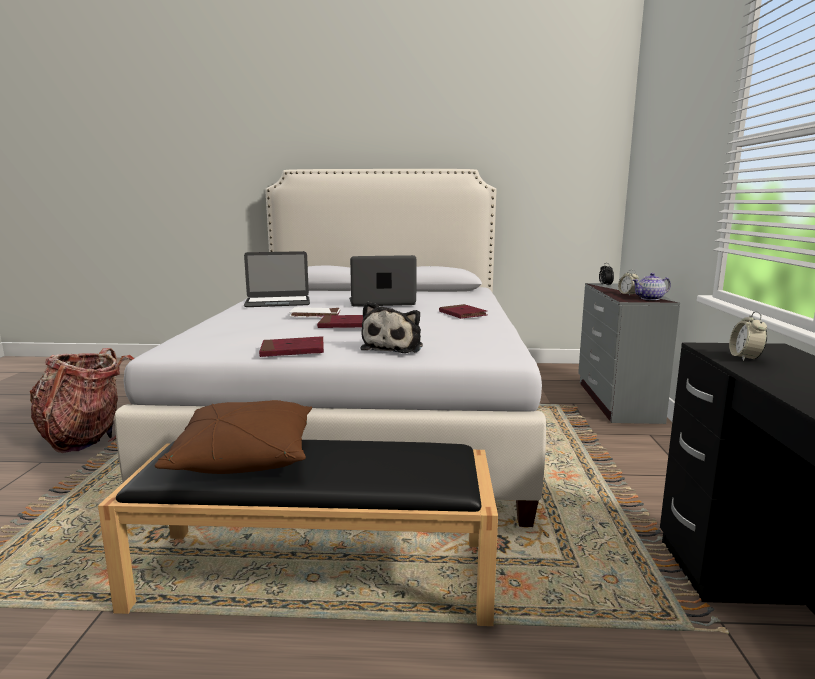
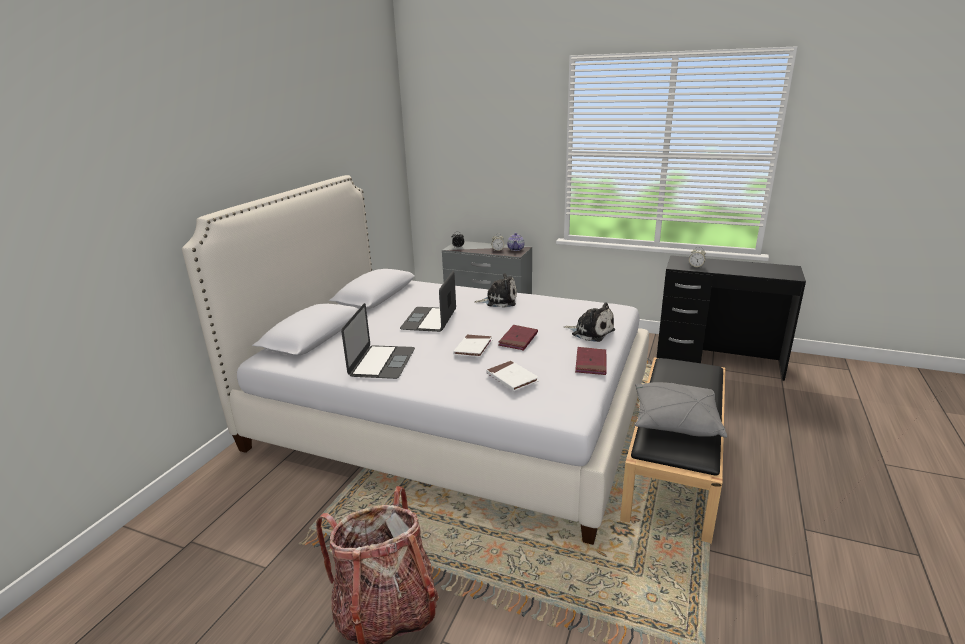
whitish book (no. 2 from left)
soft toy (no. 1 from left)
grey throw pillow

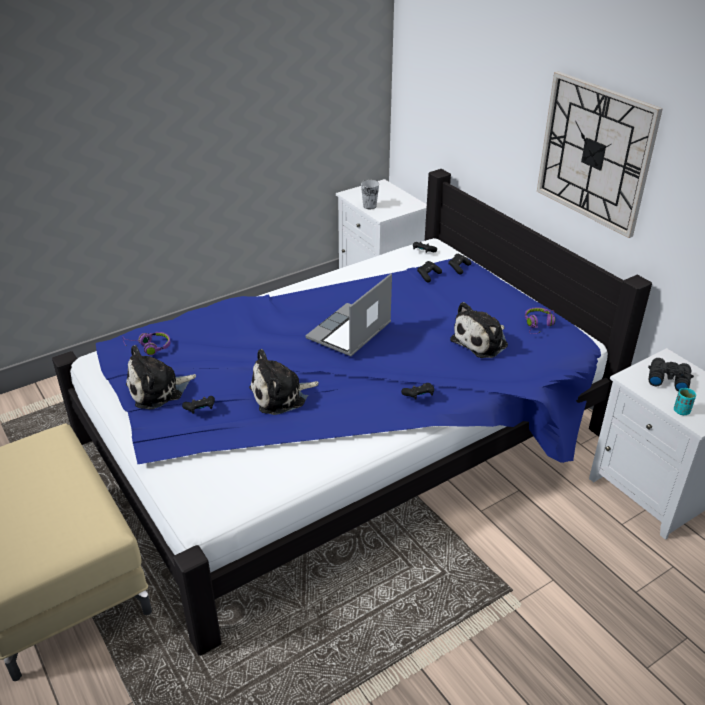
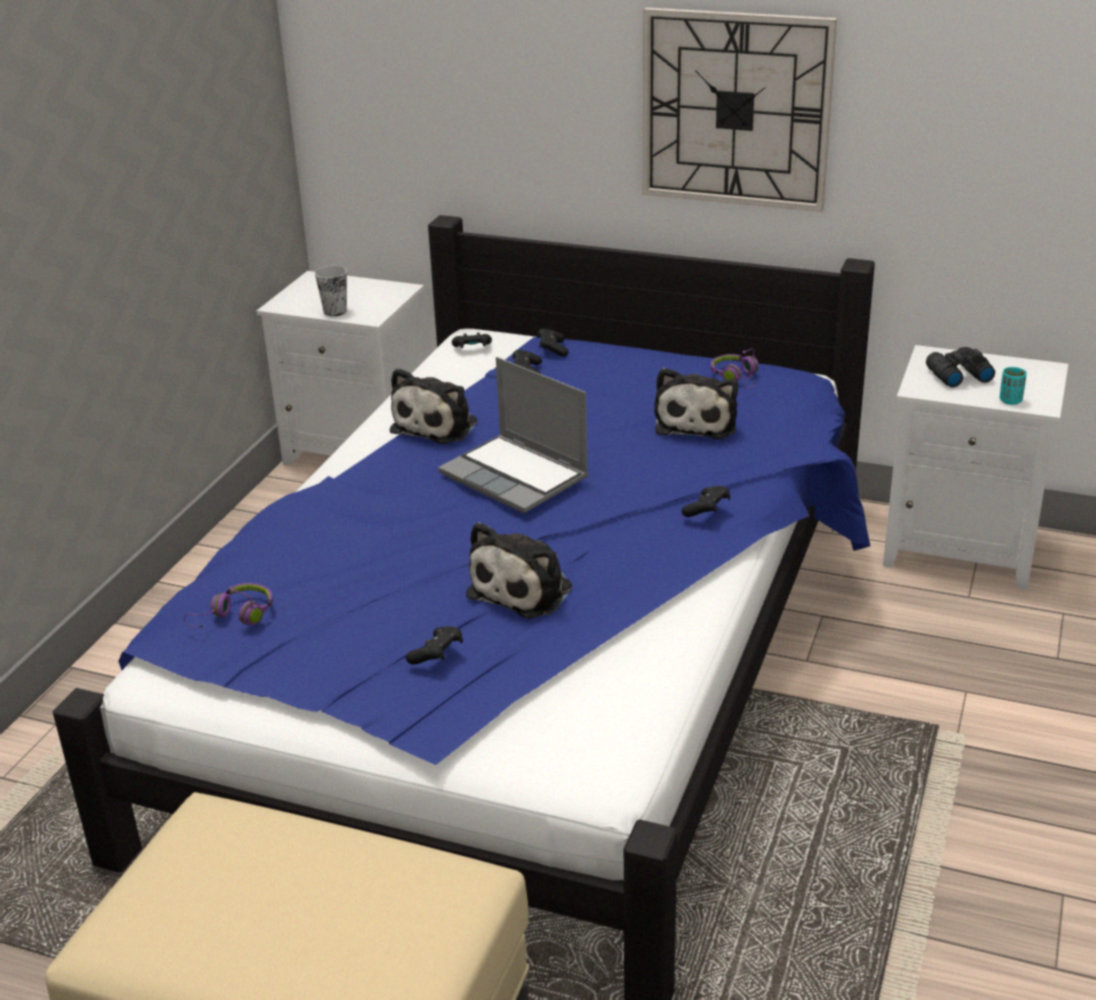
soft toy (no. 1 from left)
notebook computer

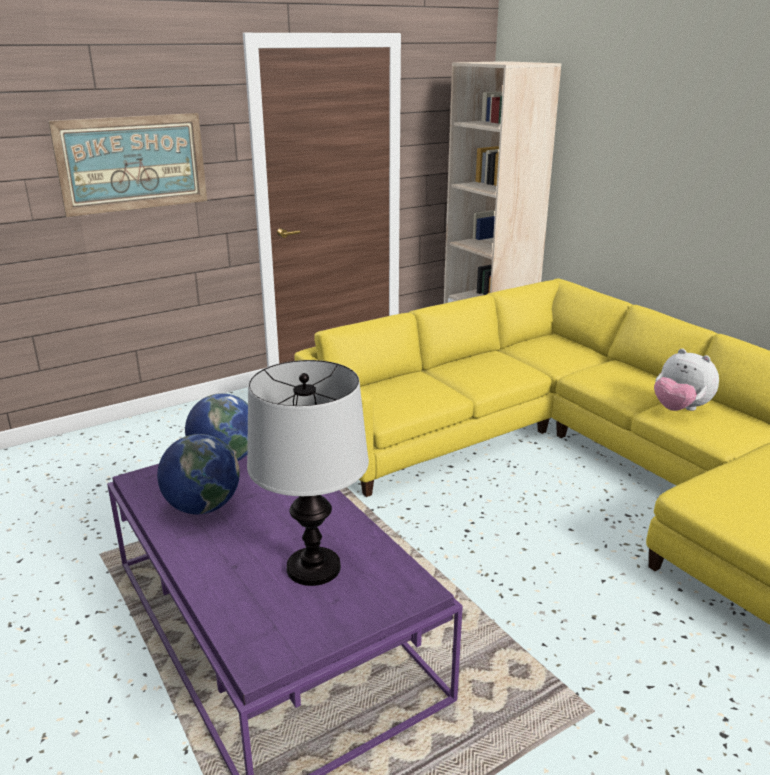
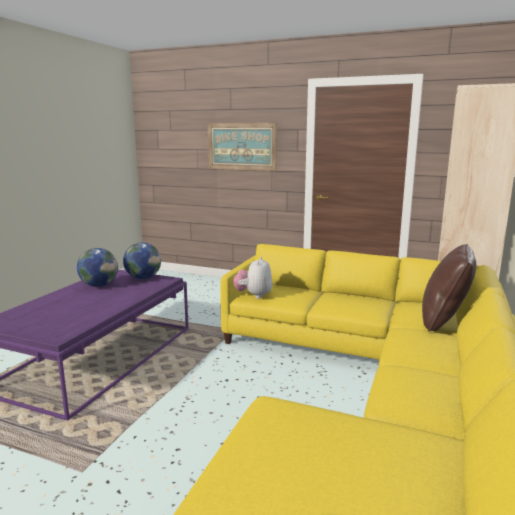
tabletop lamp
brown throw pillow
soft toy

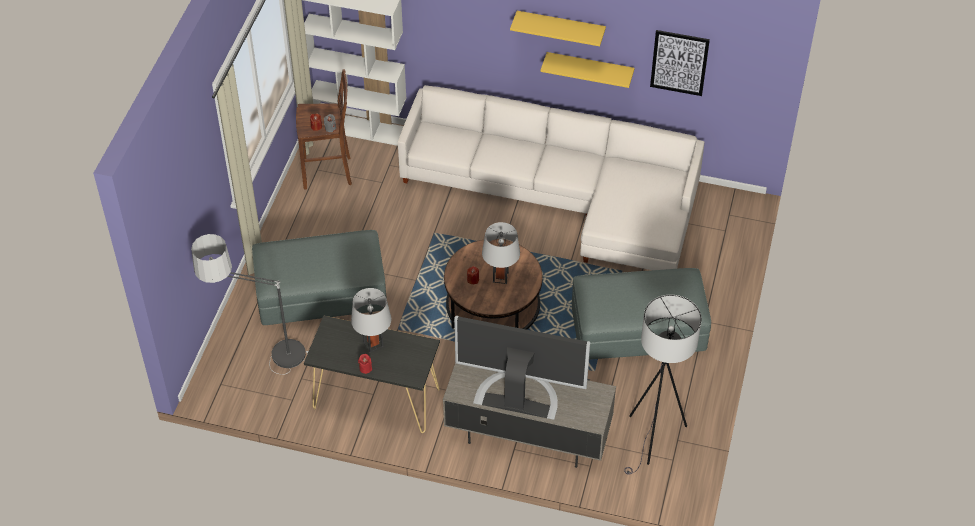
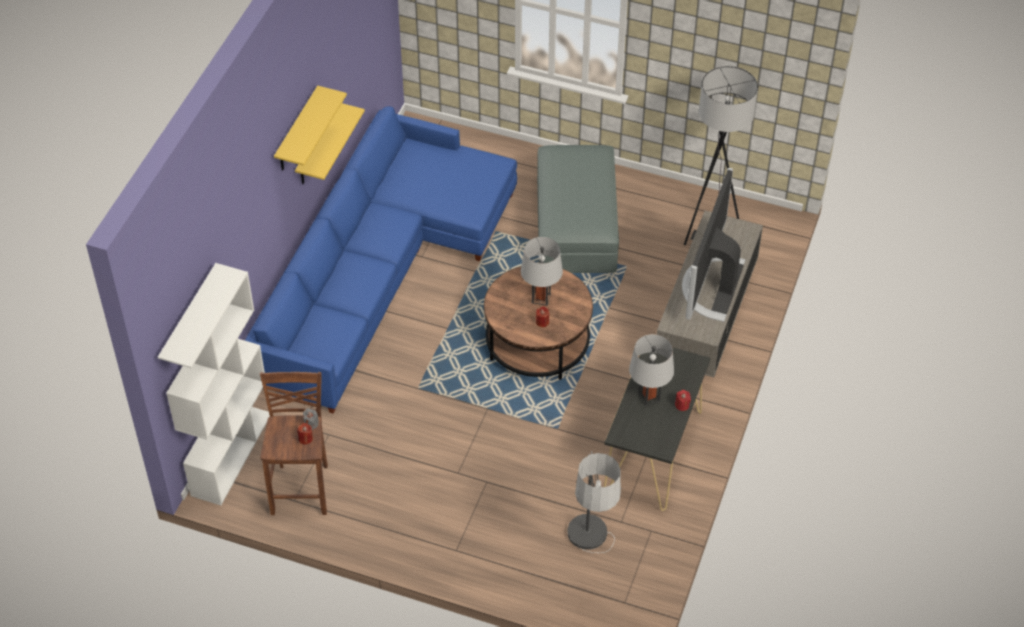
grey ottoman (no. 1 from left in the first image)
wall picture
blue sofa

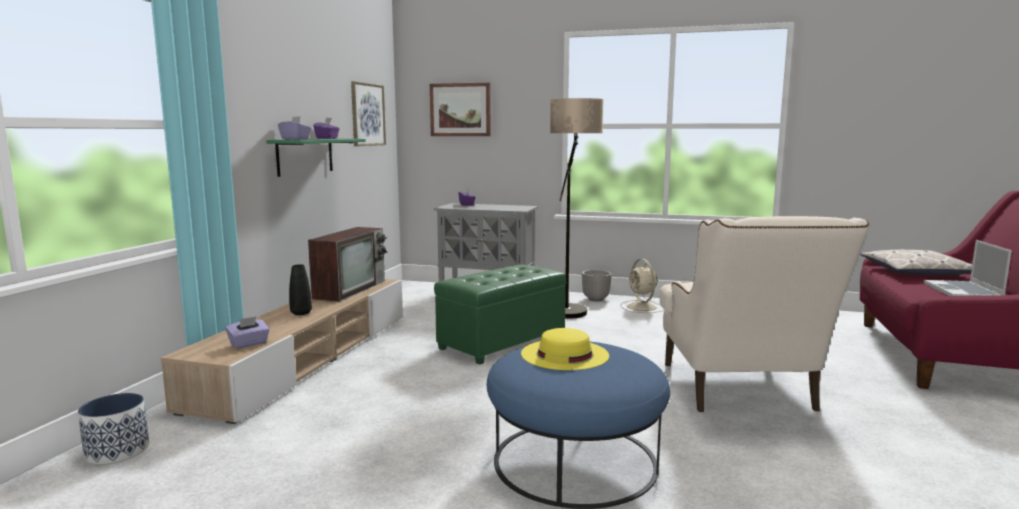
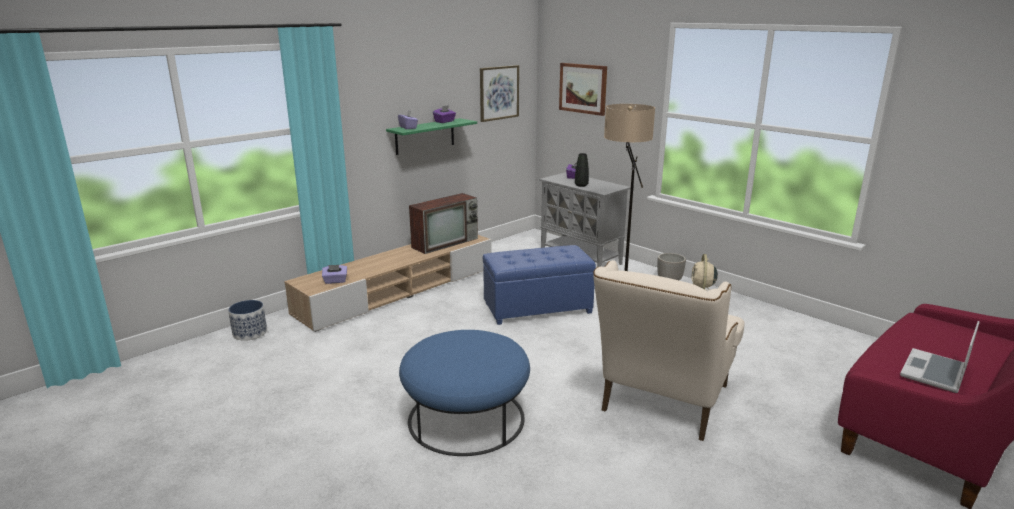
yellow wearable hat
throw pillow
black-coloured flower vase
blue ottoman (no. 2 from left)

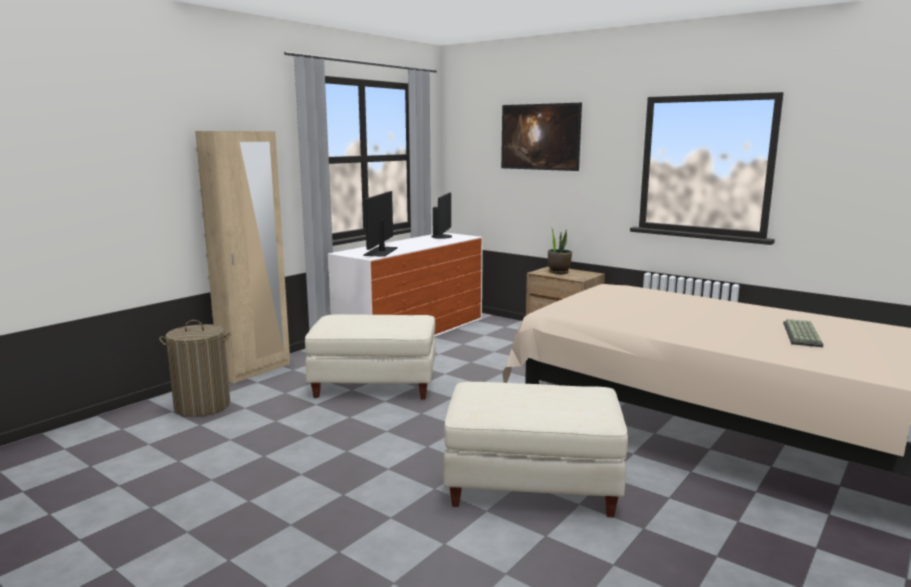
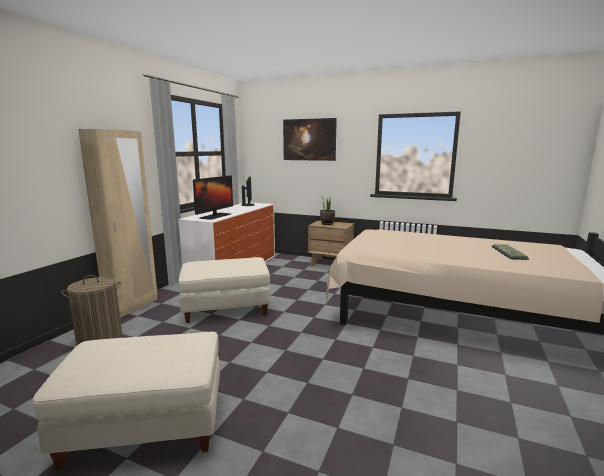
beige ottoman (no. 1 from left)
computer display (no. 1 from left)

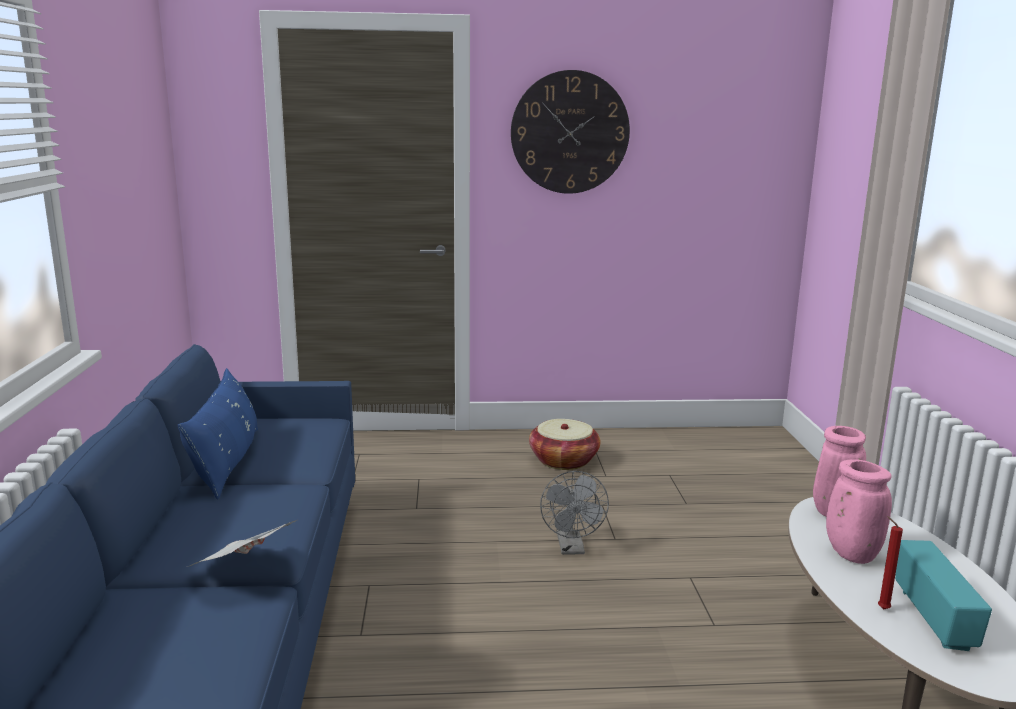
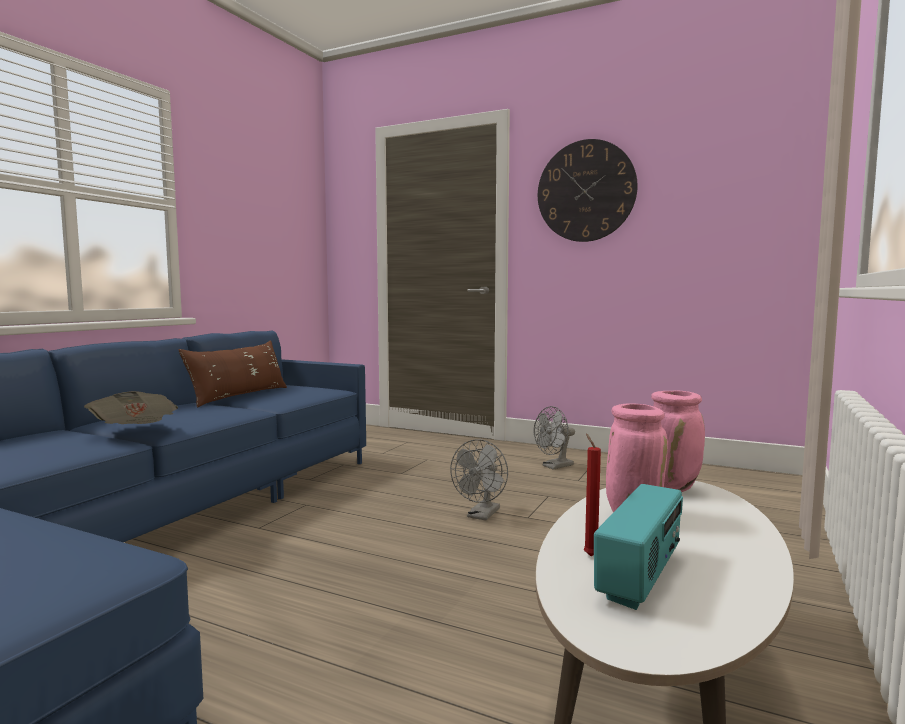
grey electric fan (no. 2 from left)
brown throw pillow

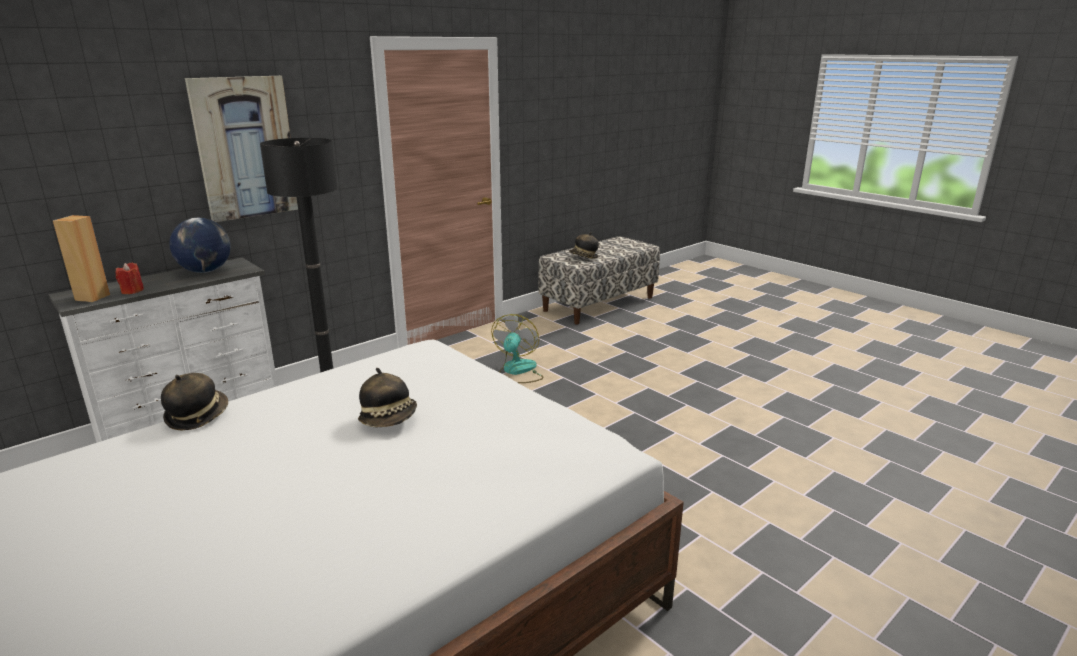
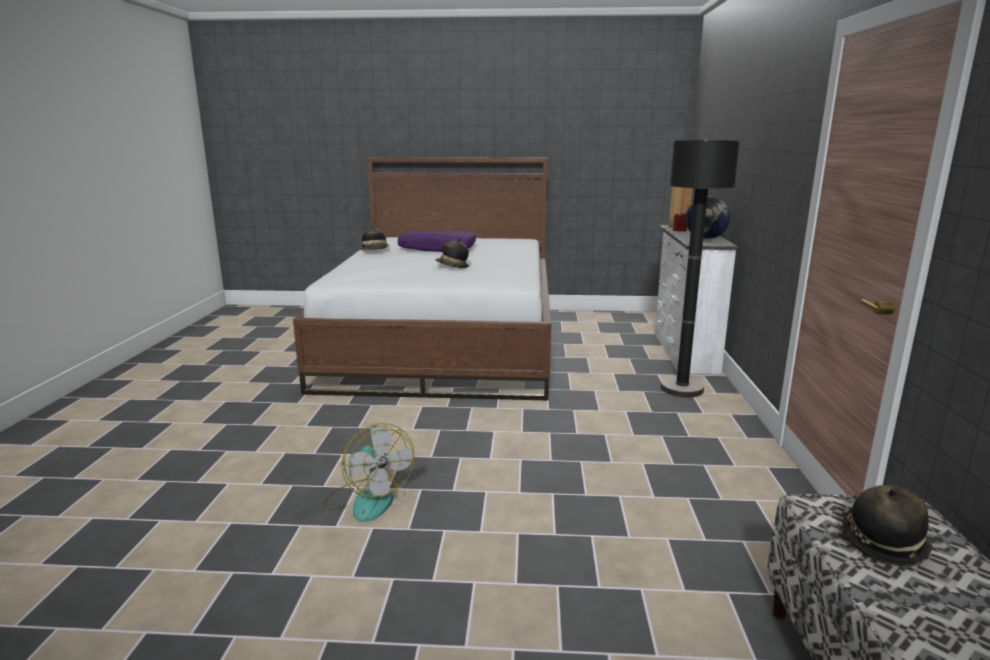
wall picture
purple-coloured throw pillow
wearable hat (no. 1 from left)
electric fan

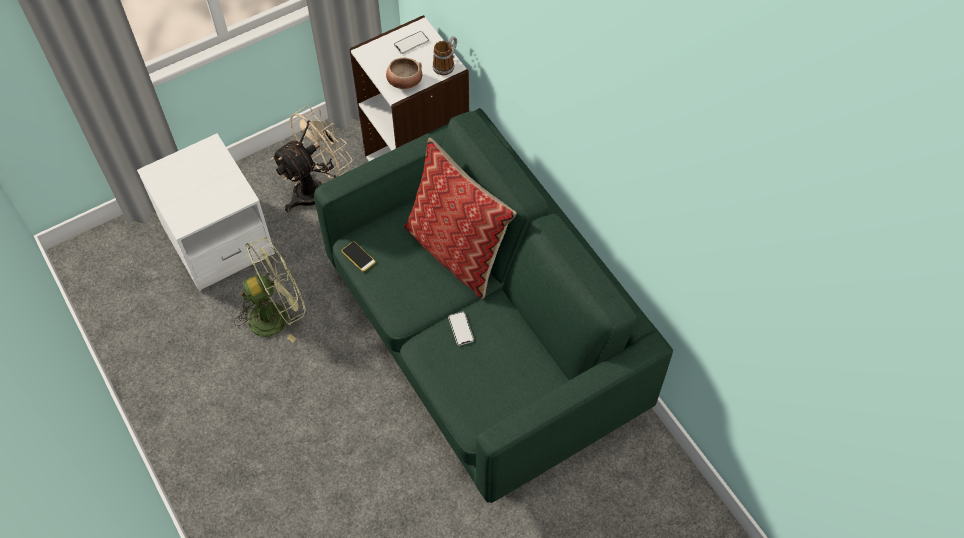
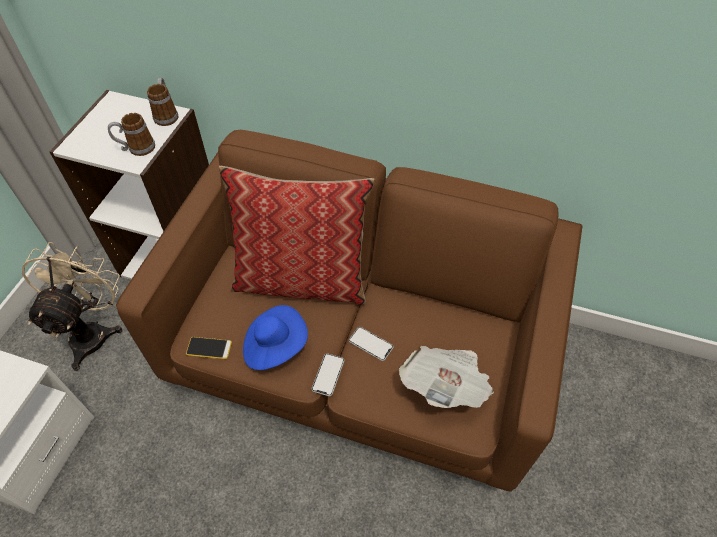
greenish electric fan
blue wearable hat
daily paper
handset (no. 2 from left)
mug (no. 1 from left)
brown sofa

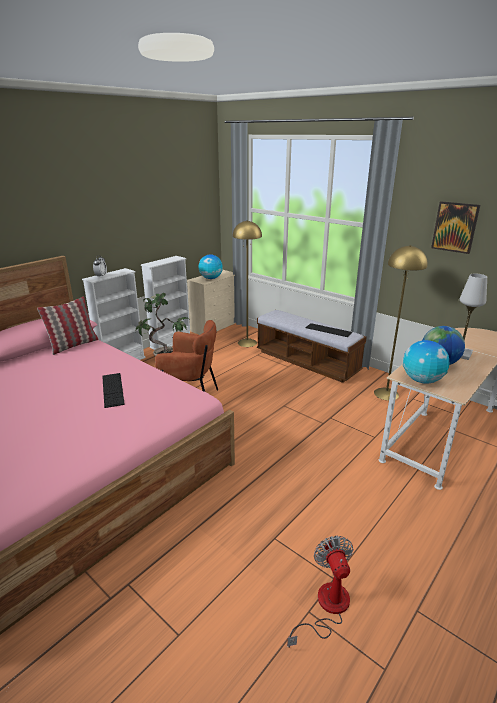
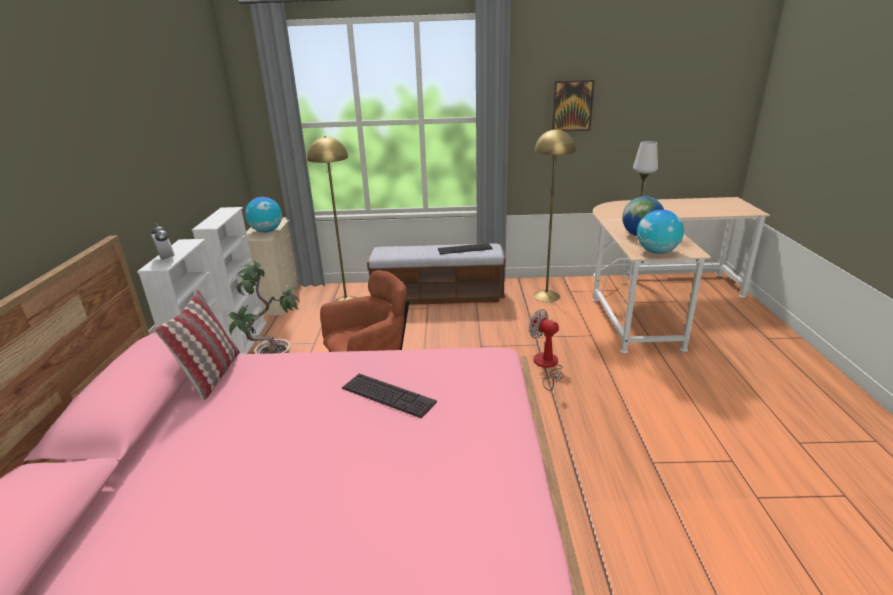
electric fan

